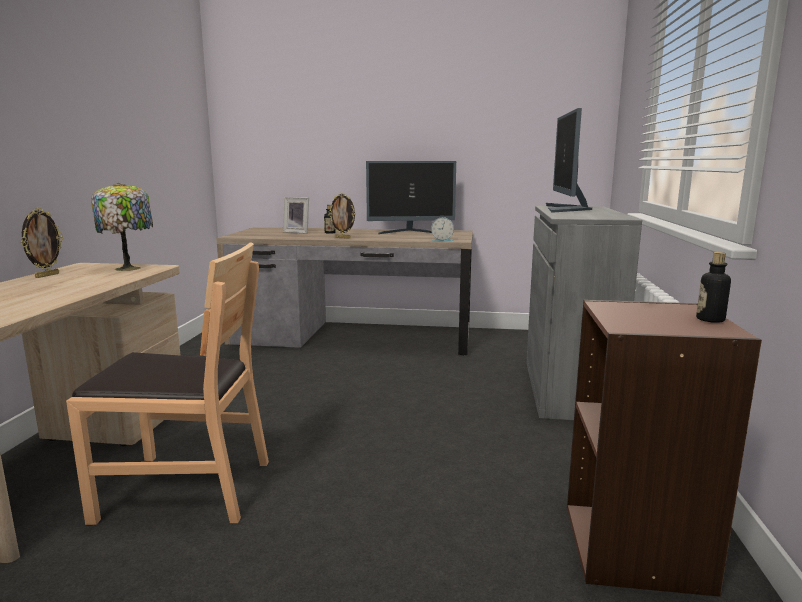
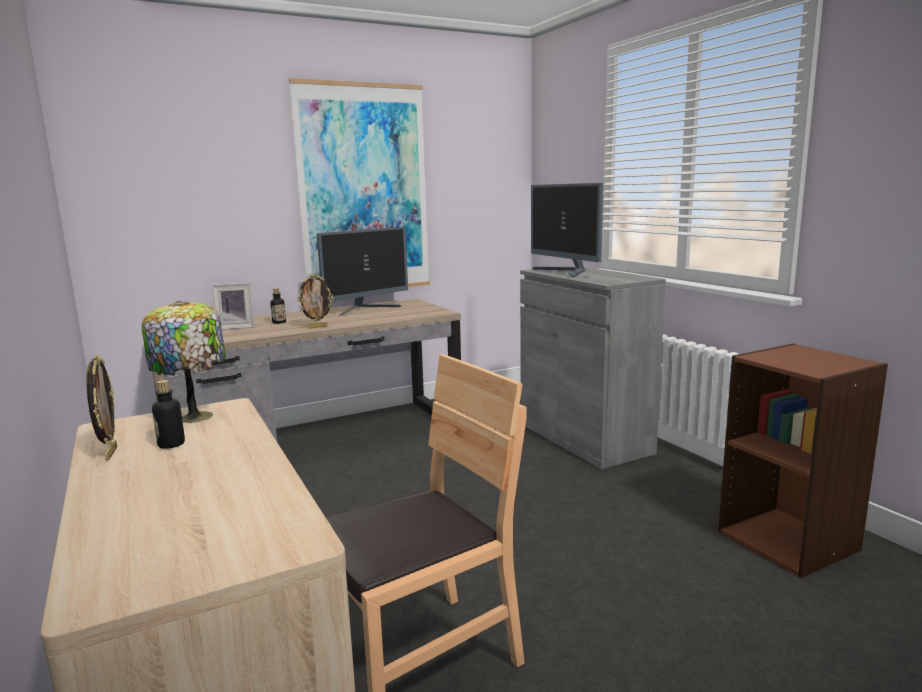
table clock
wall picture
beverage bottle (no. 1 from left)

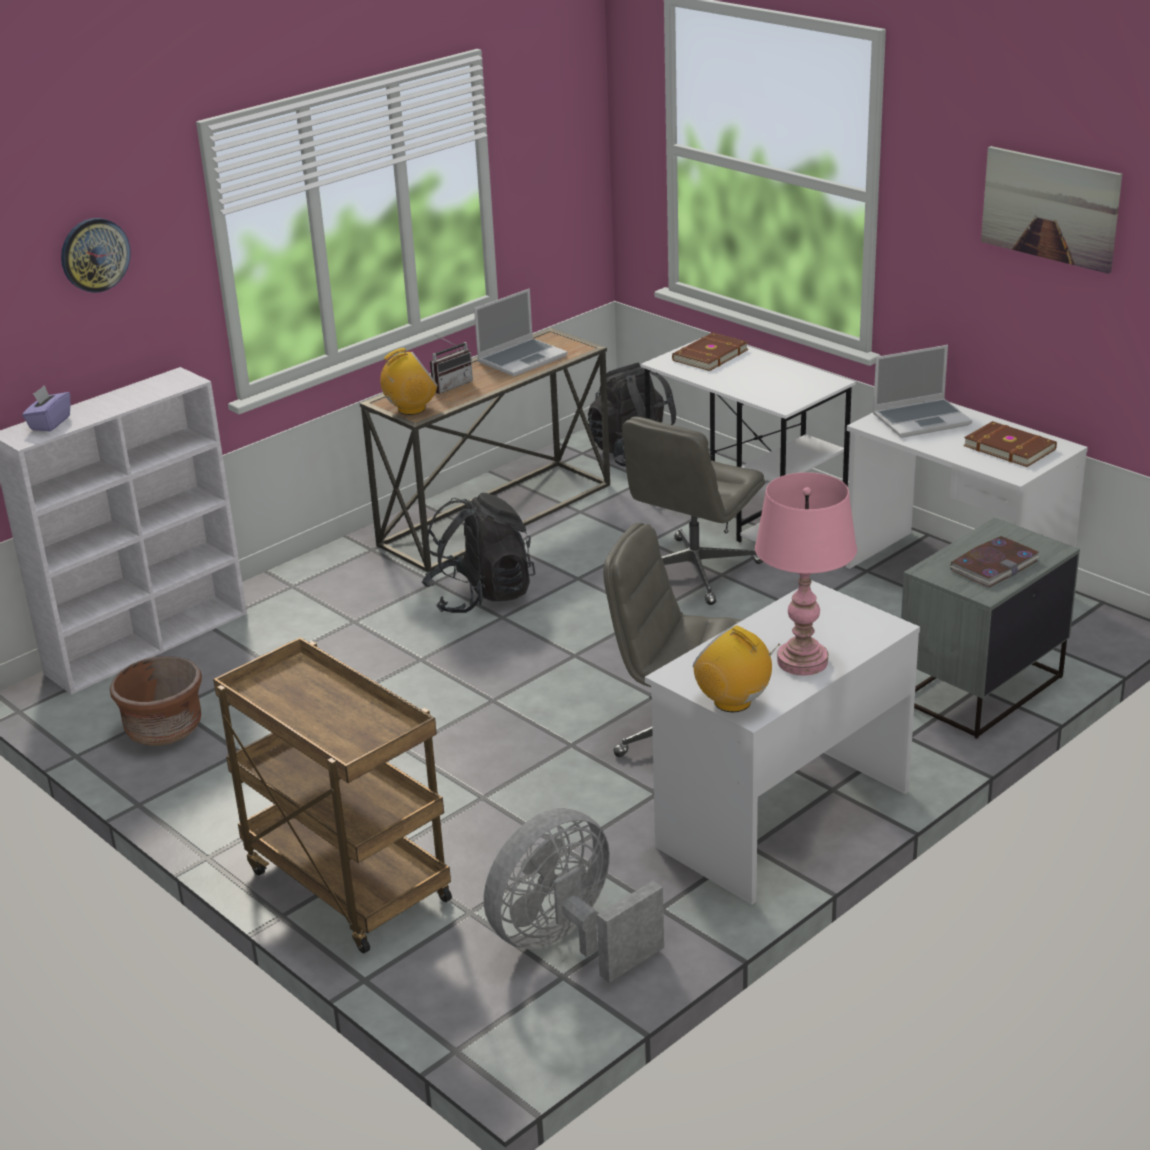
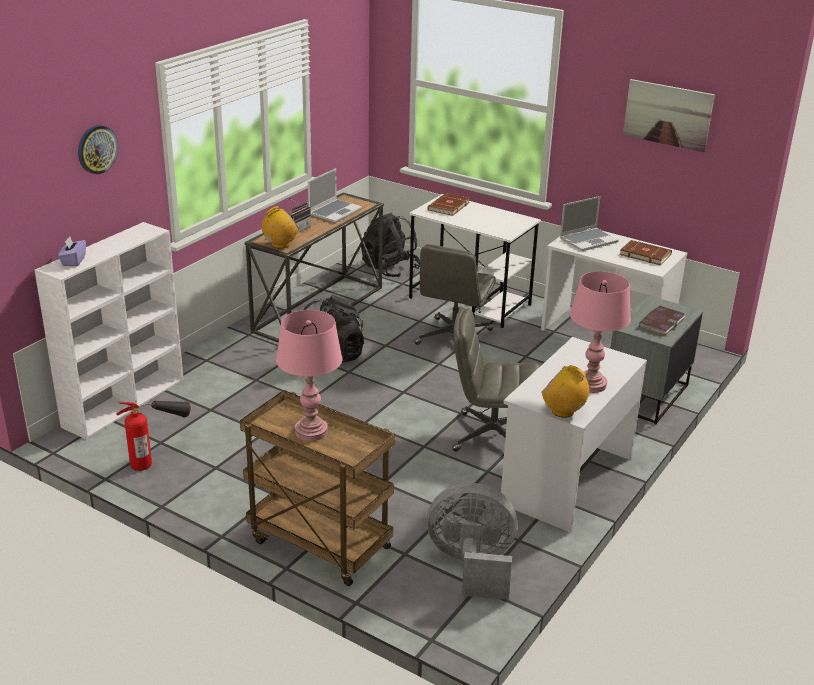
pink-coloured tabletop lamp (no. 1 from left)
fire extinguisher
grey electric fan

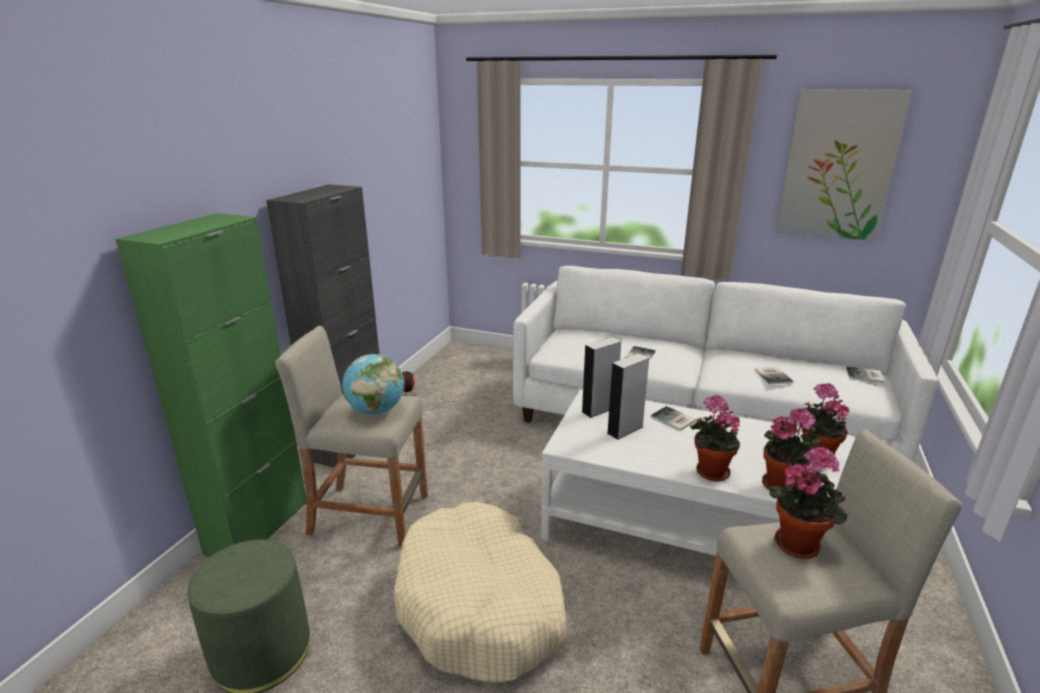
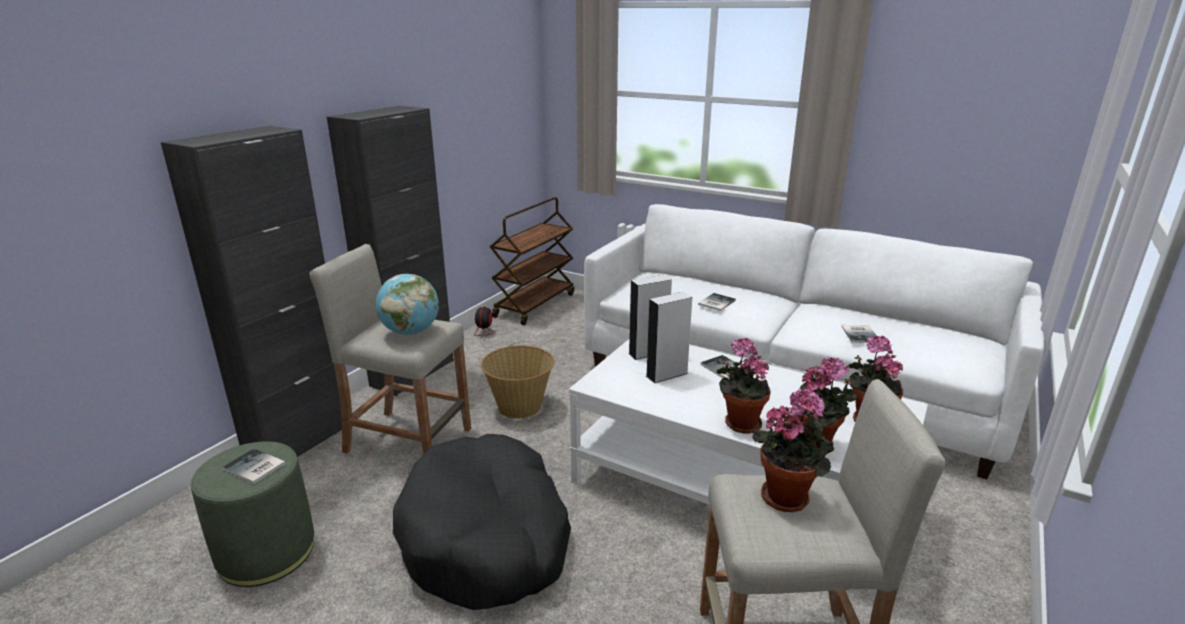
wall picture
storage basket
brown cart
book (no. 1 from left)
black-coloured storage cabinet (no. 1 from left)
black-coloured dog bed

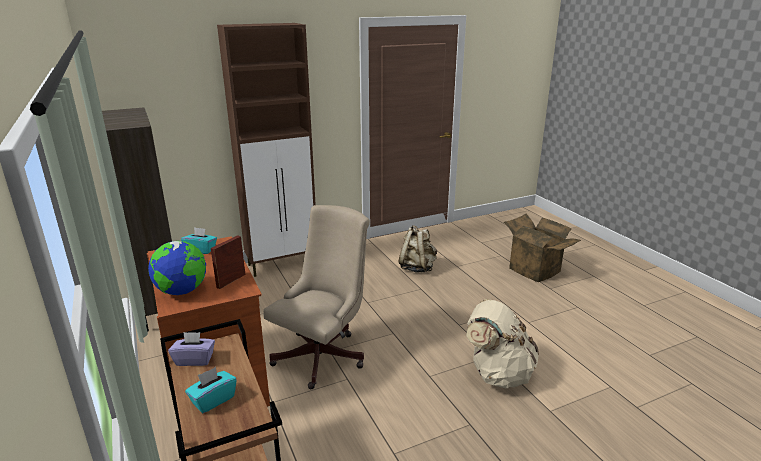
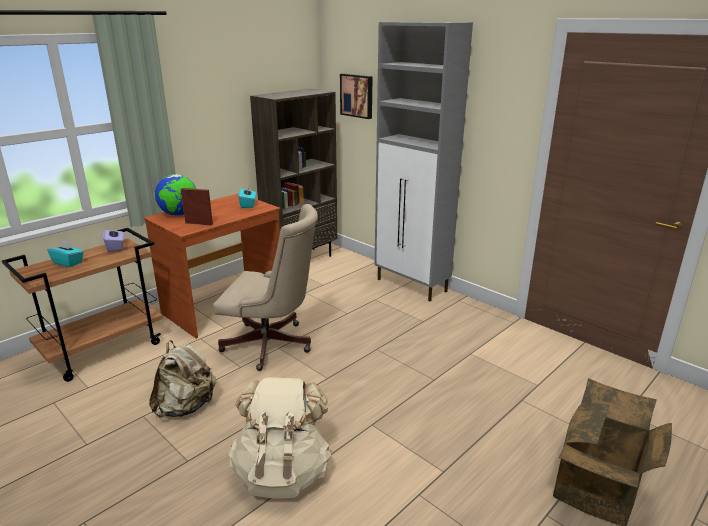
wall picture
beige rucksack (no. 1 from left)
grey storage cabinet

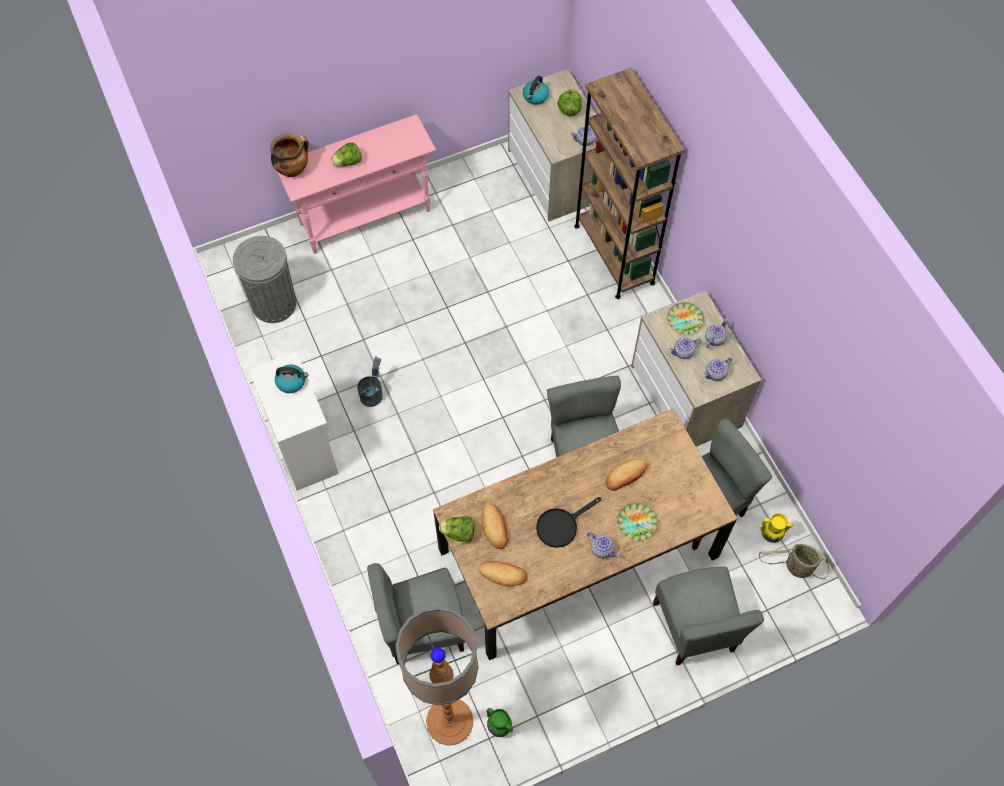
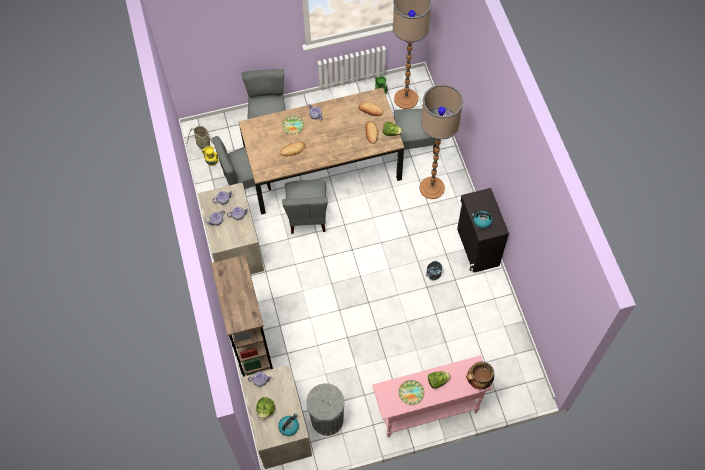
black-coloured frying pan
floor lamp (no. 2 from left)
grey rubbish bin
dinner plate (no. 2 from left)
black-coloured storage cabinet

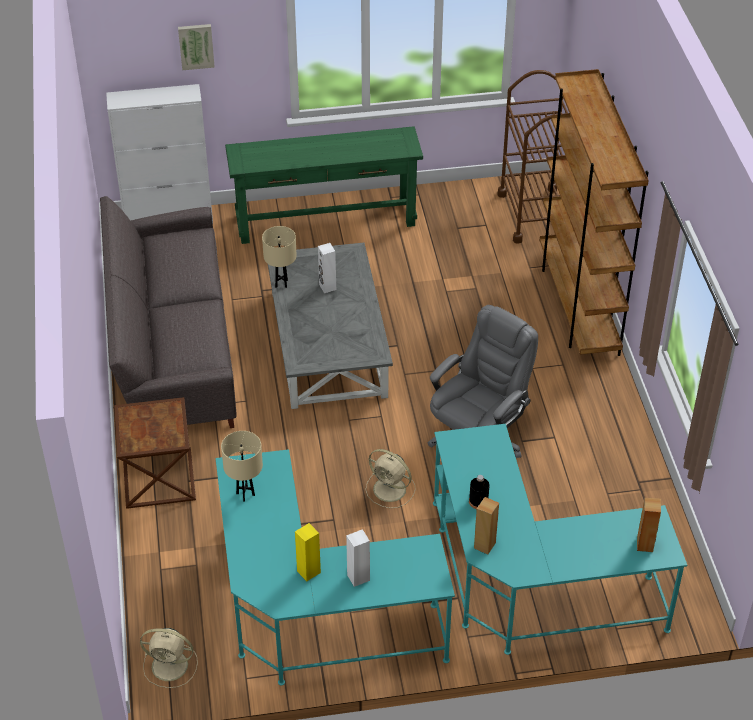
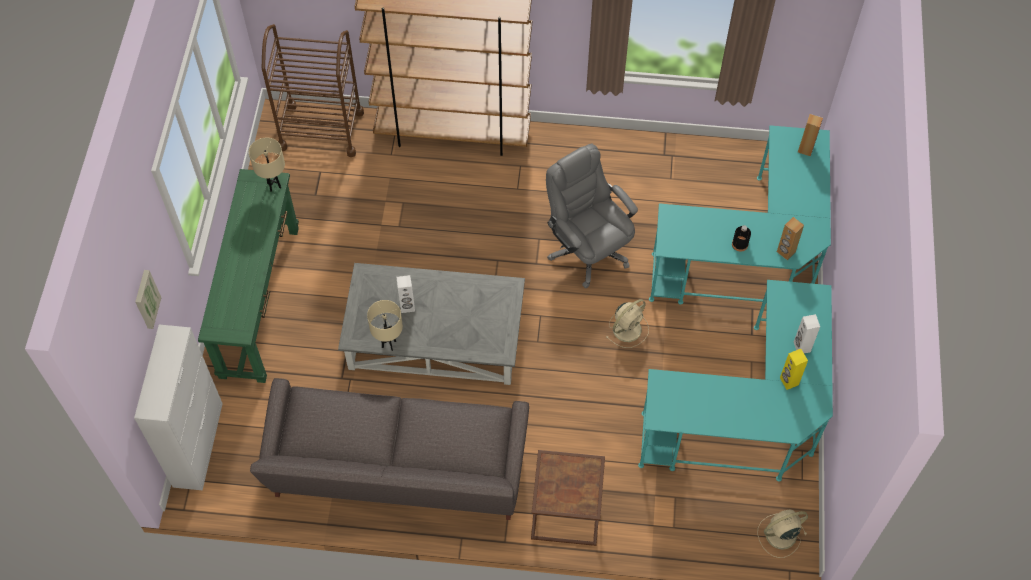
beige tabletop lamp (no. 1 from left)
beige electric fan (no. 2 from left)

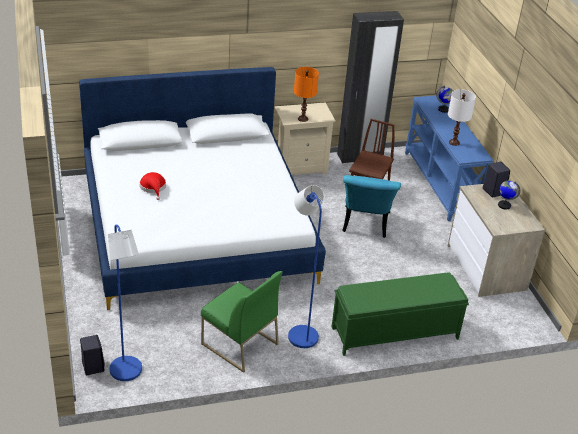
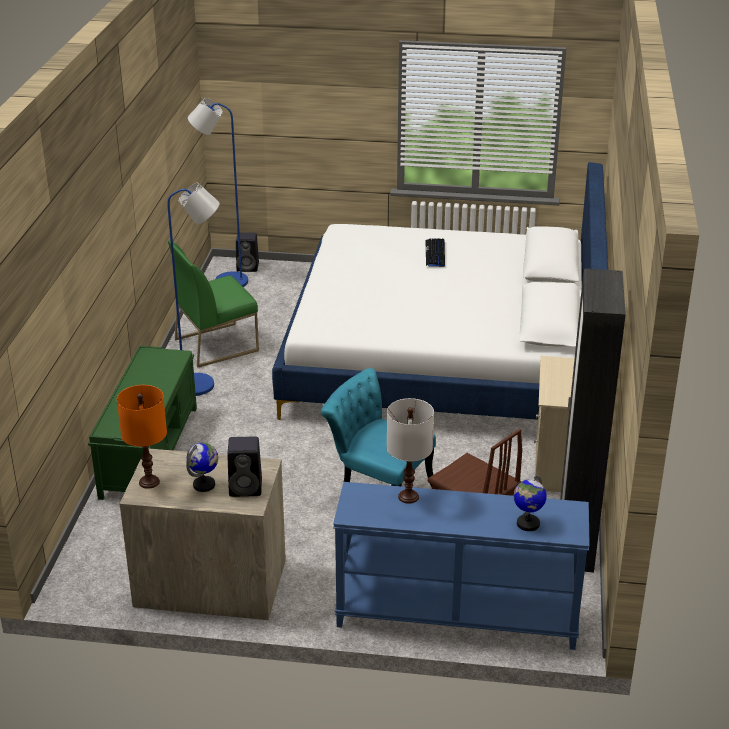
orange tabletop lamp
PC keyboard

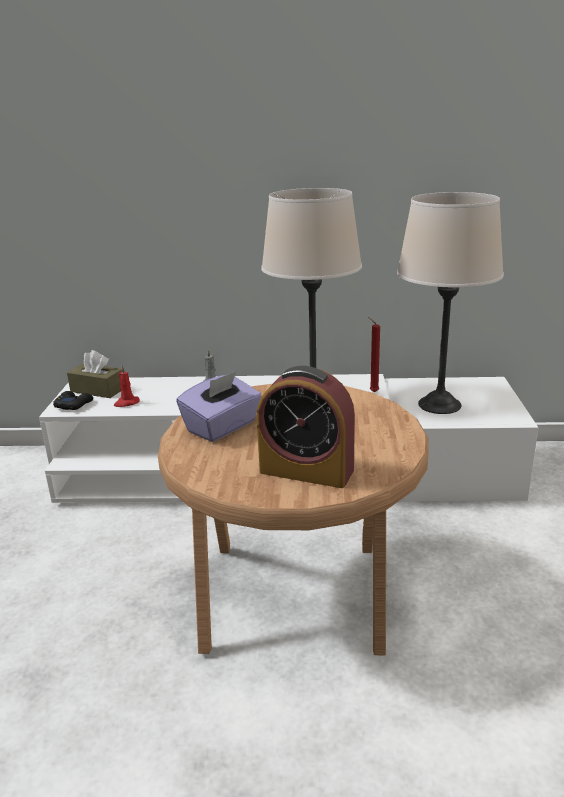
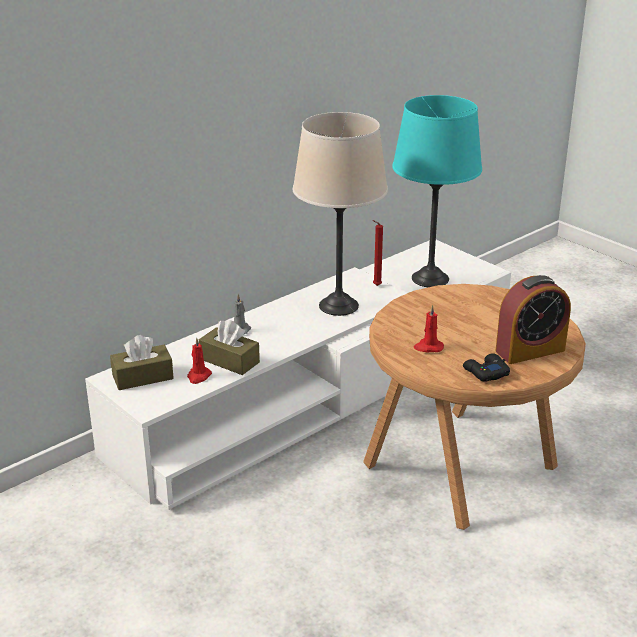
brown tissue holder (no. 2 from left)
black-coloured joypad
reddish wax light (no. 3 from left)
blue-green tabletop lamp

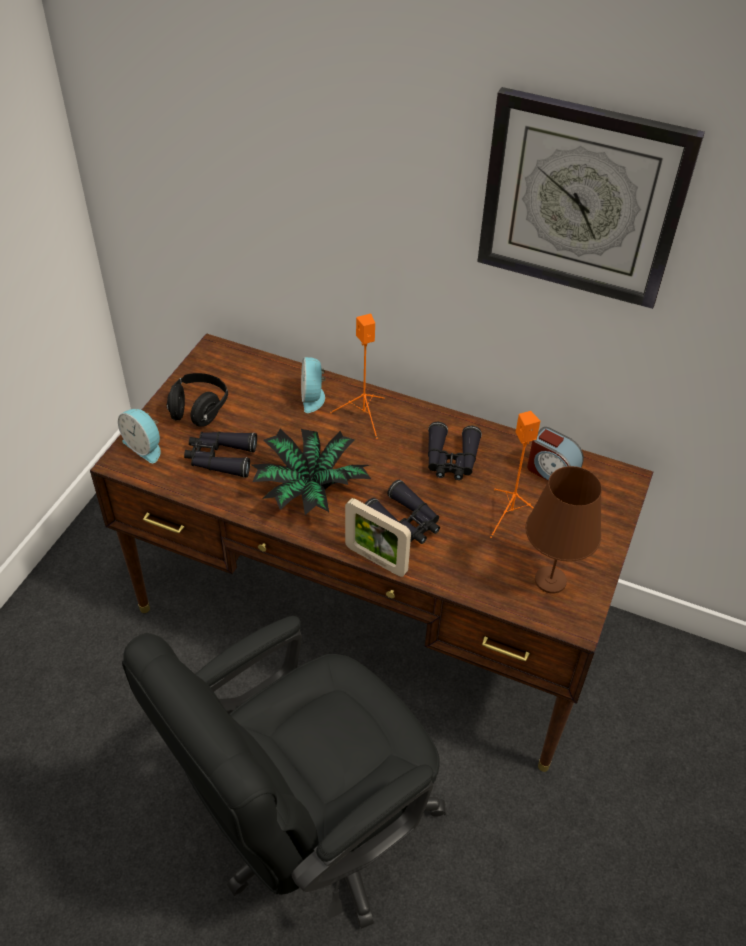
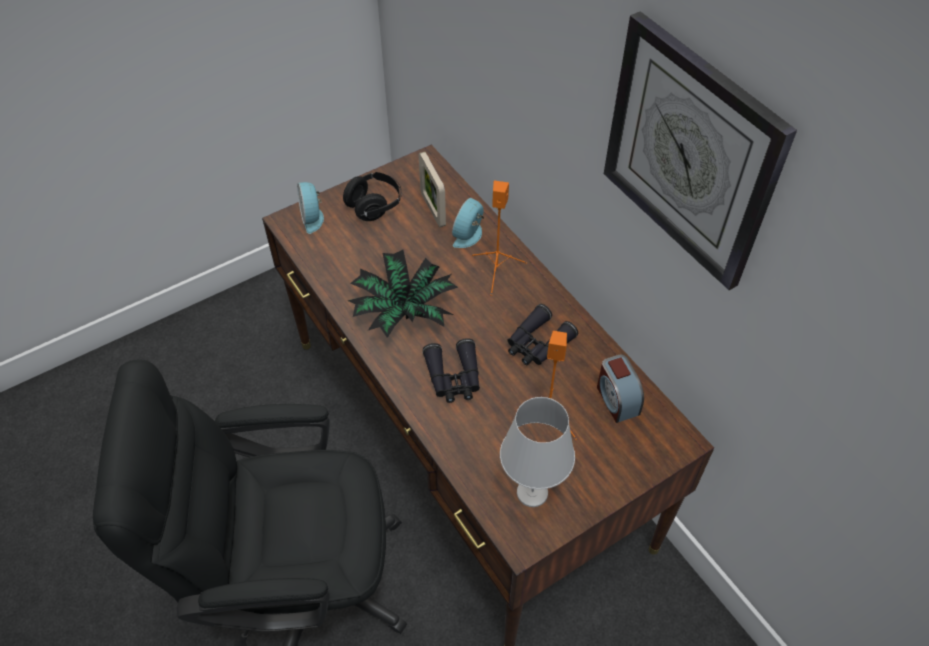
black-coloured binoculars (no. 1 from left in the first image)
standing frame
whitish tabletop lamp

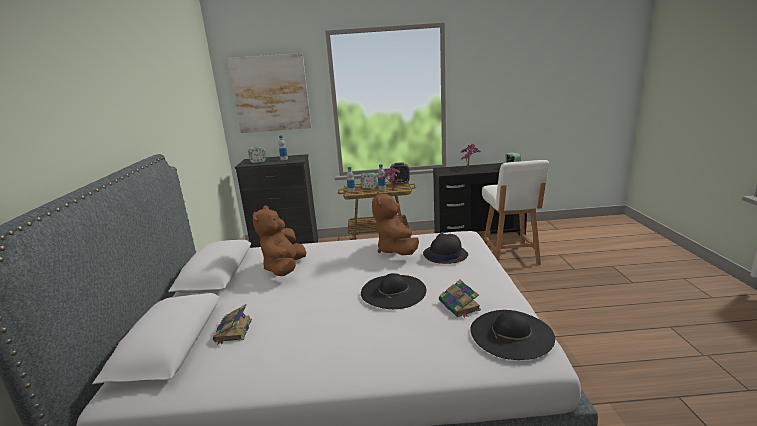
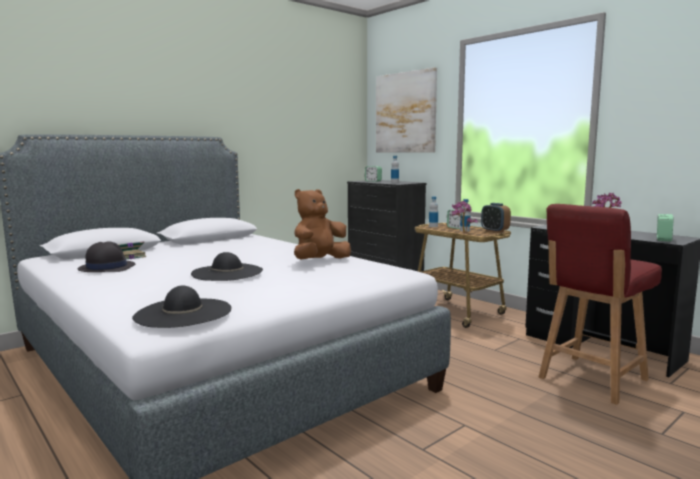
brown soft toy (no. 1 from left in the first image)
book (no. 2 from left in the first image)
black-coloured wearable hat (no. 1 from left)
reddish upright chair

